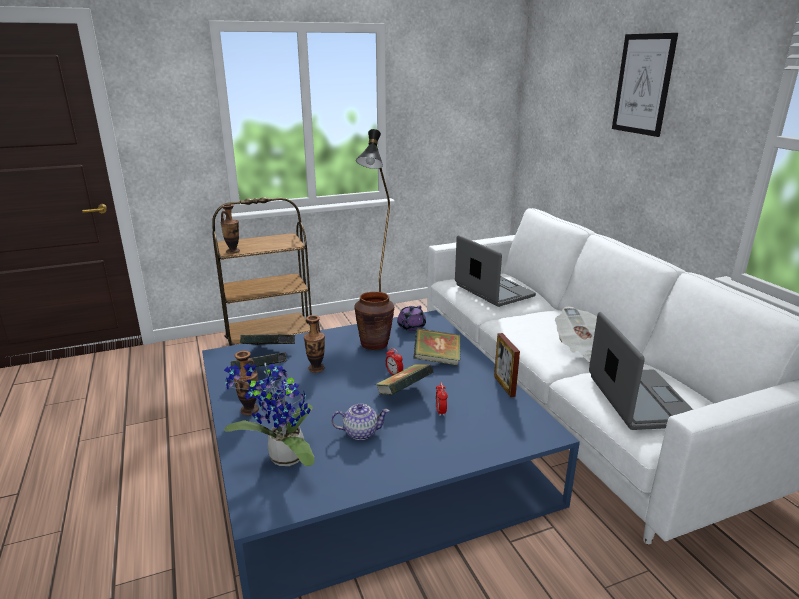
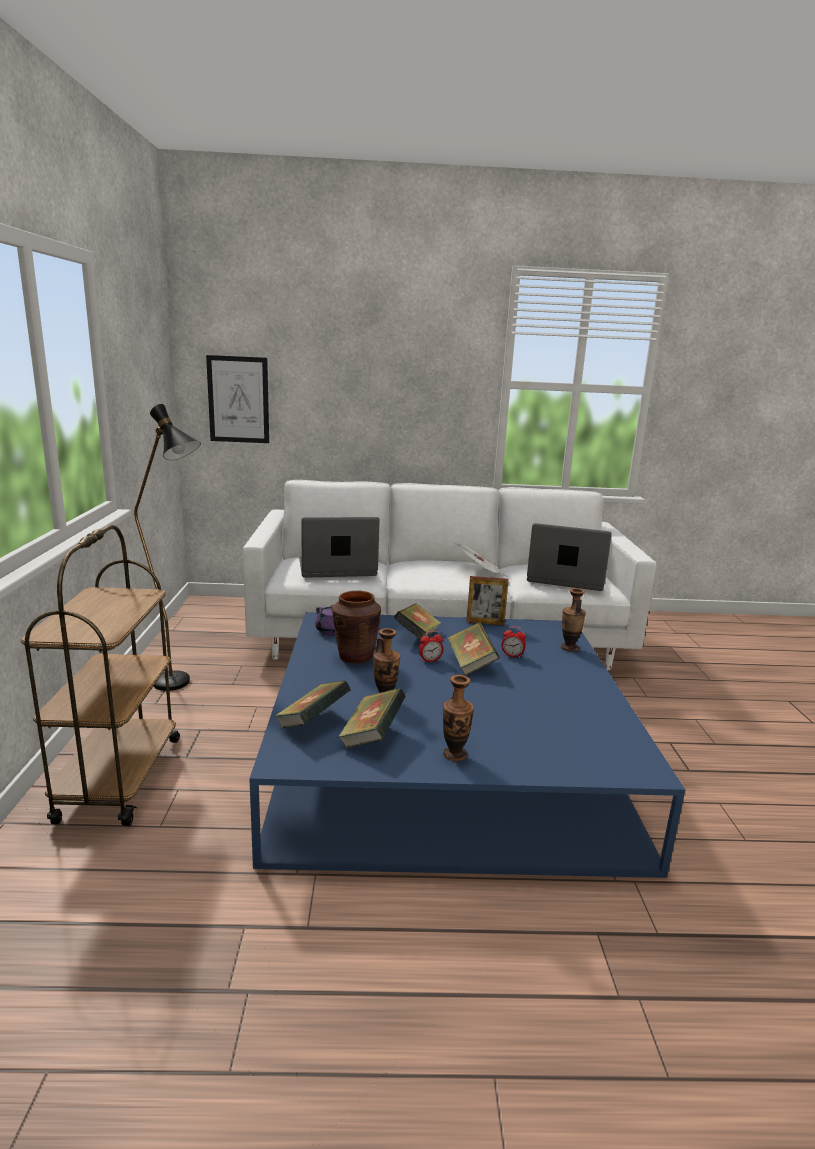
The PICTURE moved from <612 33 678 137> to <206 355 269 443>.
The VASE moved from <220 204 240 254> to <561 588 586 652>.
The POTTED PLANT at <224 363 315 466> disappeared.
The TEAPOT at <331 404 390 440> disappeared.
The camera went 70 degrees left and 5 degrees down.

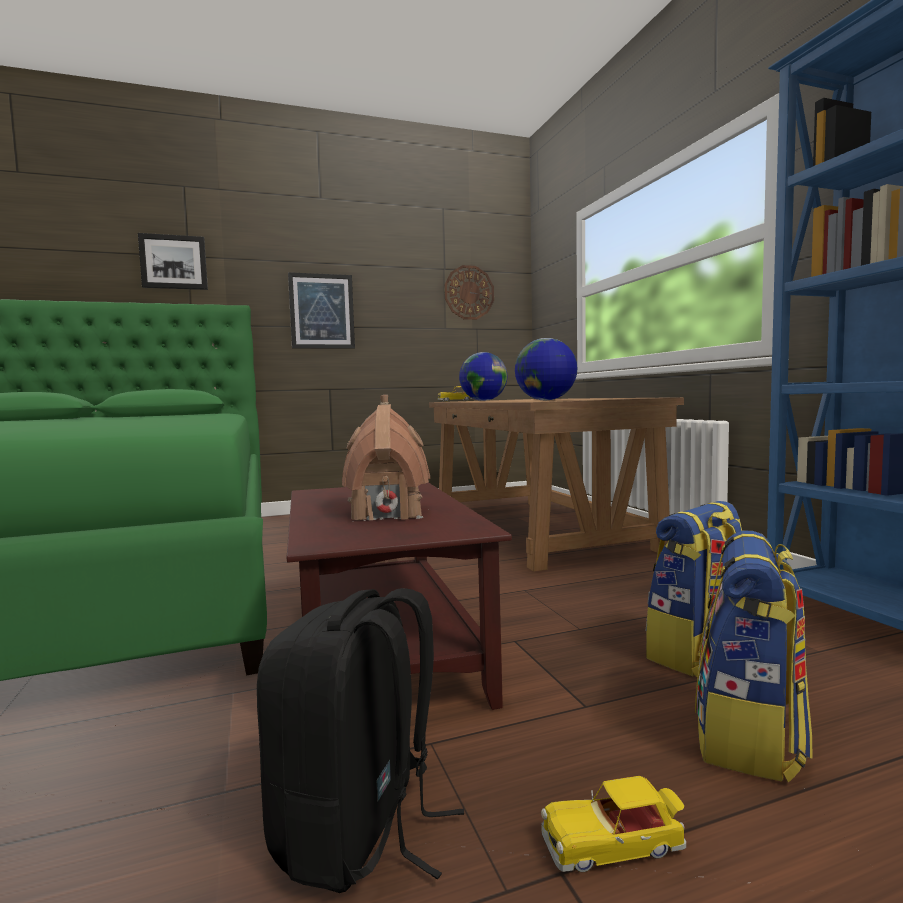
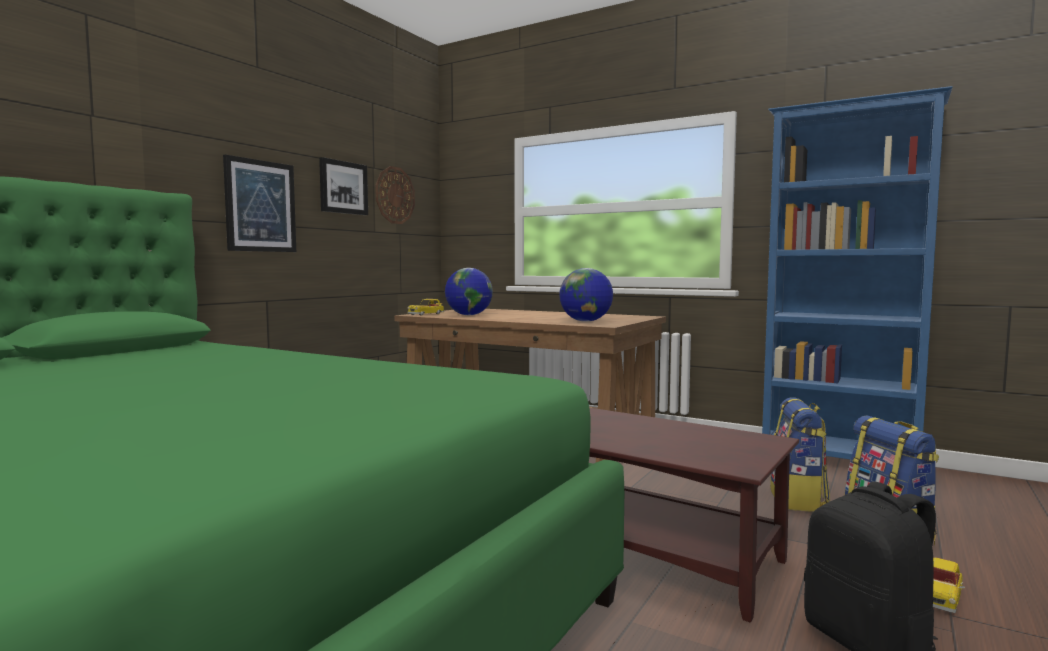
The PICTURE moved from <138 233 208 290> to <319 157 368 215>.
The TOY HOUSE at <342 395 430 521> disappeared.
The camera went 40 degrees left and 0 degrees up.

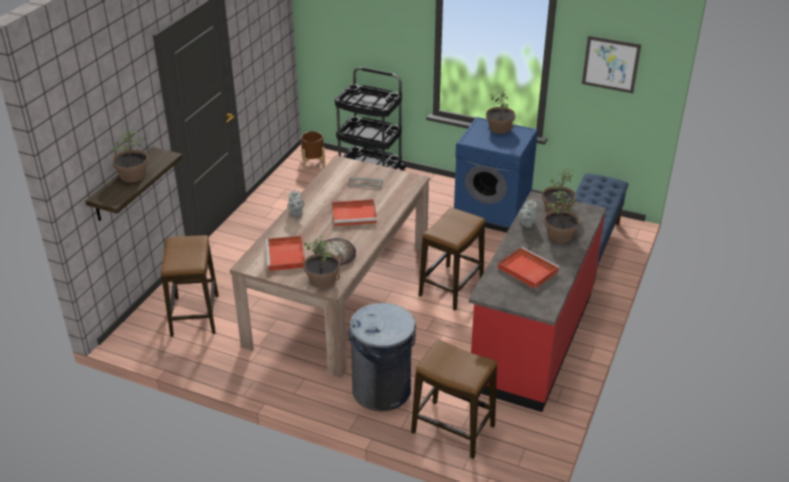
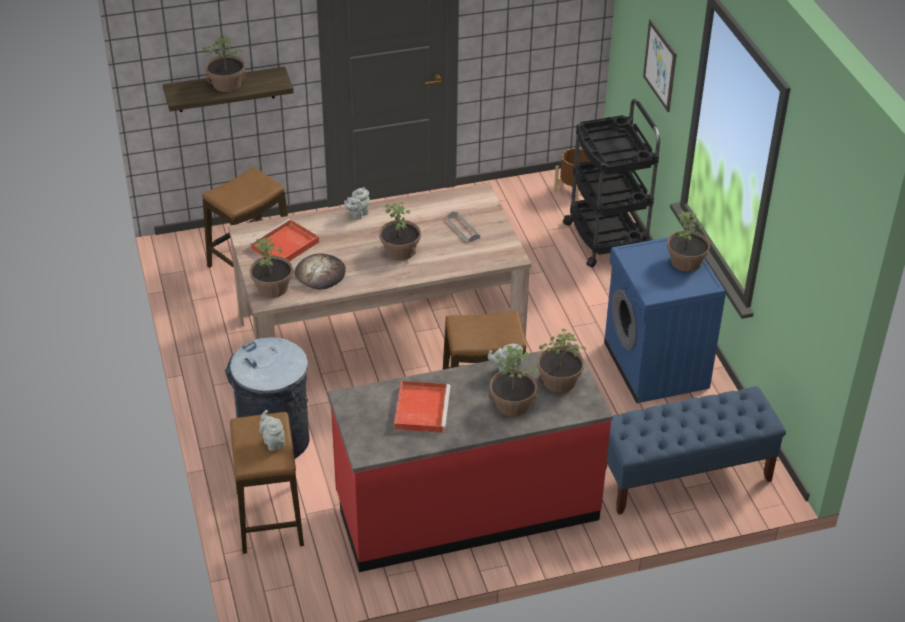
The GREY TEAPOT at <259 410 285 451> appeared.
The RED TRAY at <332 199 377 226> was replaced by the POTTED PLANT at <379 202 421 260>.
The PICTURE moved from <582 36 641 93> to <643 19 677 112>.
The camera went 50 degrees right and 5 degrees up.

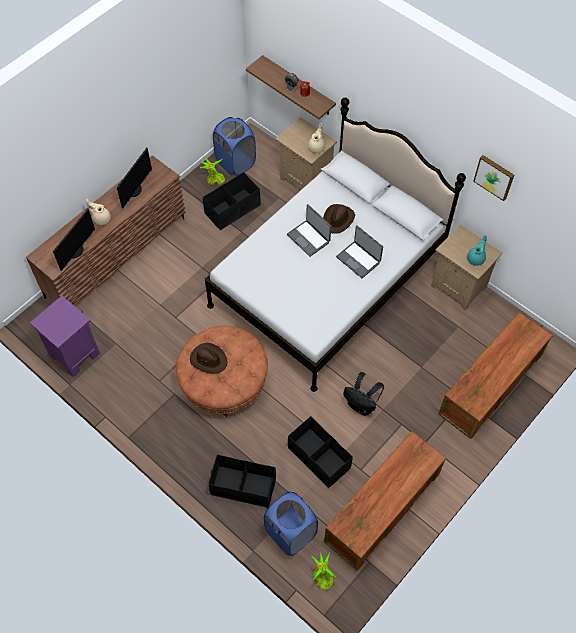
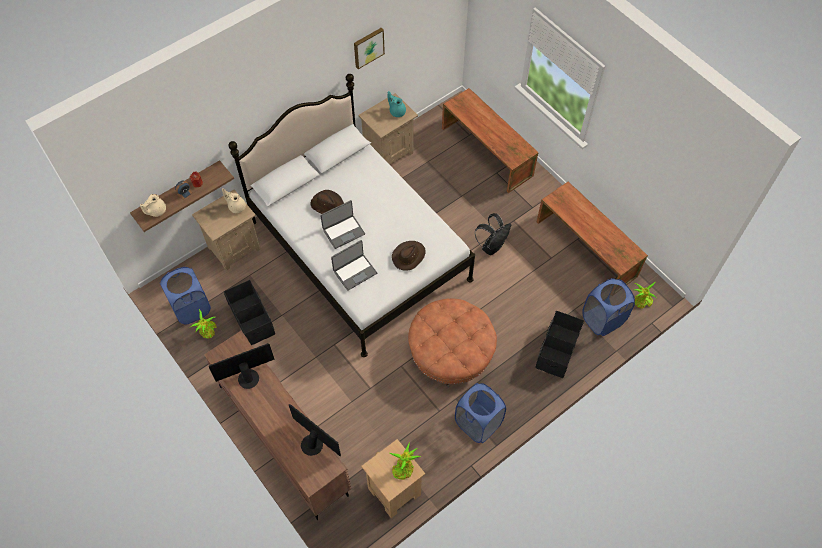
The BEIGE TEAPOT moved from <86 199 111 225> to <140 194 166 217>.
The MONITOR at <117 148 152 208> turned 60 degrees counterclockwise.
The LAPTOP moved from <336 226 383 278> to <331 240 377 291>.
The PURPLE NIGHTSTAND at <30 296 100 377> became the BEIGE NIGHTSTAND at <361 439 425 518>.
The POTTED PLANT at <389 442 421 480> appeared.
The BROWN HAT moved from <190 343 228 374> to <392 241 426 271>.
The BLUE LAUNDRY BASKET at <455 383 506 443> appeared.
The BLACK STORAGE BOX at <288 416 353 488> disappeared.
The camera went 80 degrees left and 0 degrees up.

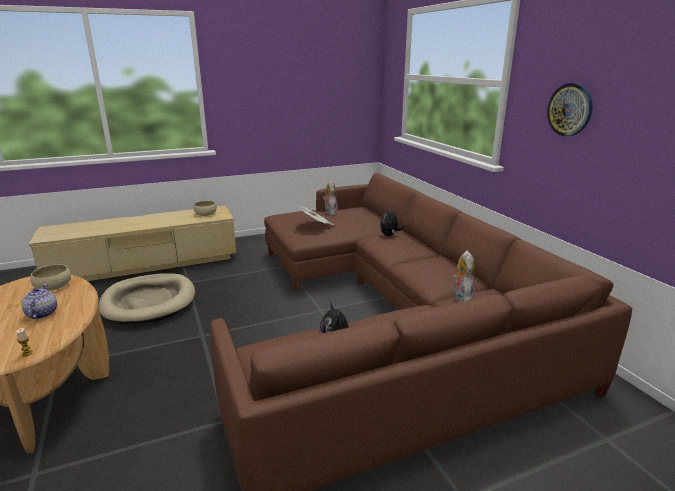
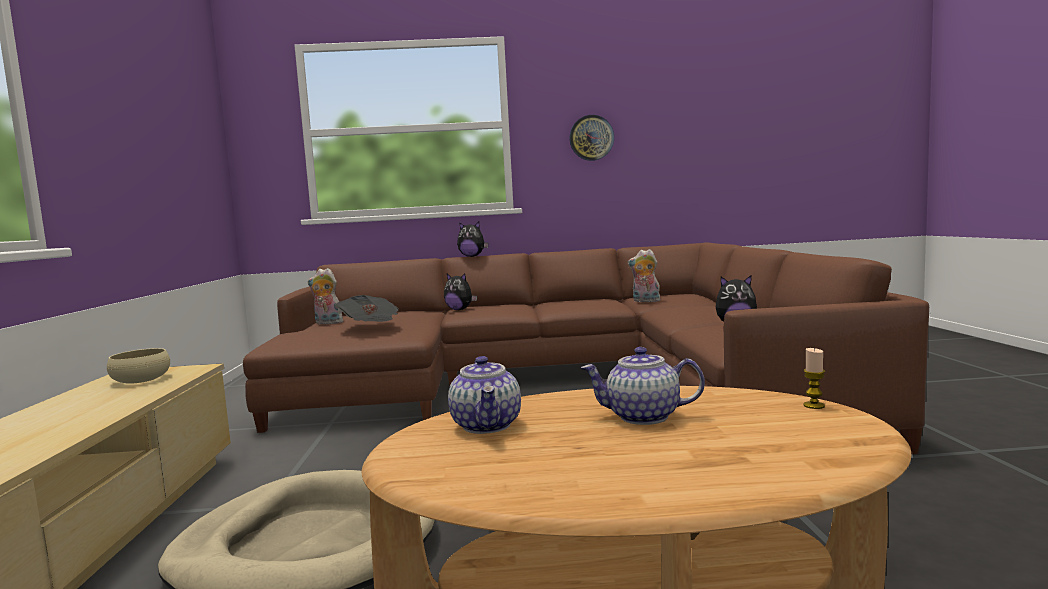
The BEIGE BOWL at <31 264 71 291> was replaced by the TEAPOT at <448 356 521 434>.
The PLUSH TOY at <457 222 489 257> appeared.
The camera went 70 degrees left and 15 degrees down.

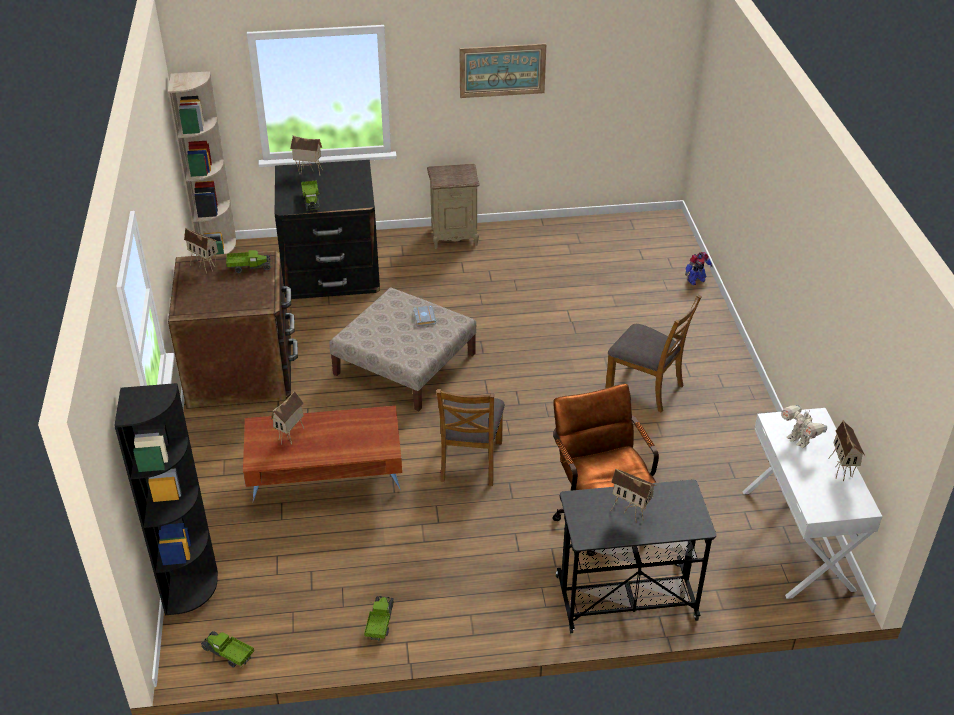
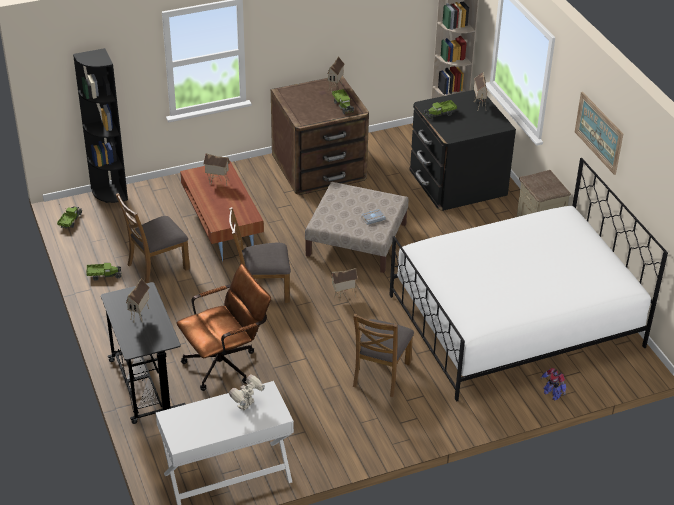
The BROWN CHAIR at <116 193 190 283> appeared.
The TOY HOUSE moved from <828 420 865 481> to <331 268 358 301>.
The WHITE BED at <390 158 668 402> appeared.
The camera went 75 degrees right and 0 degrees up.

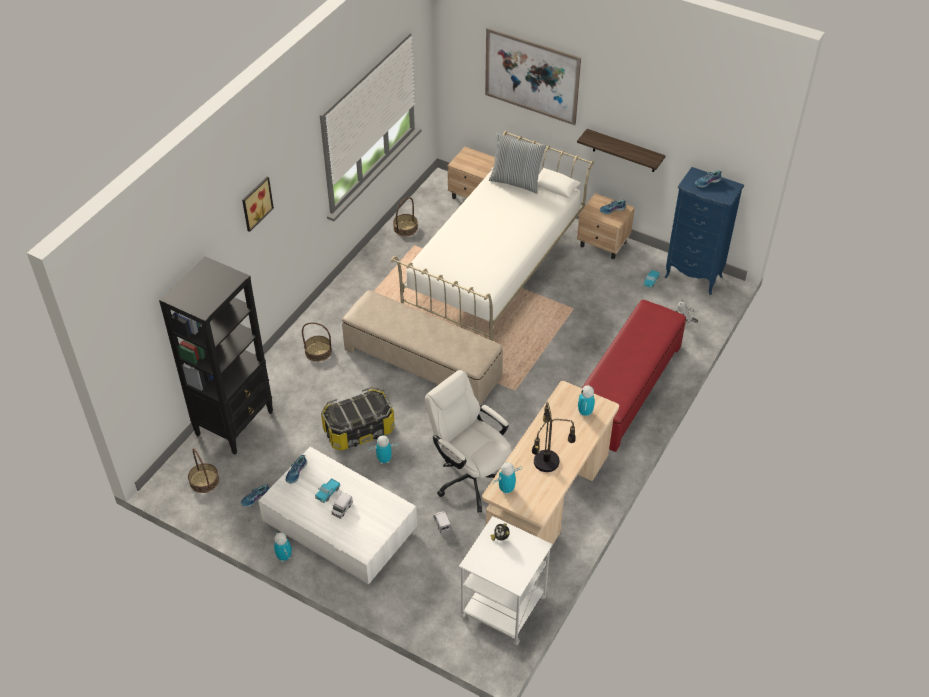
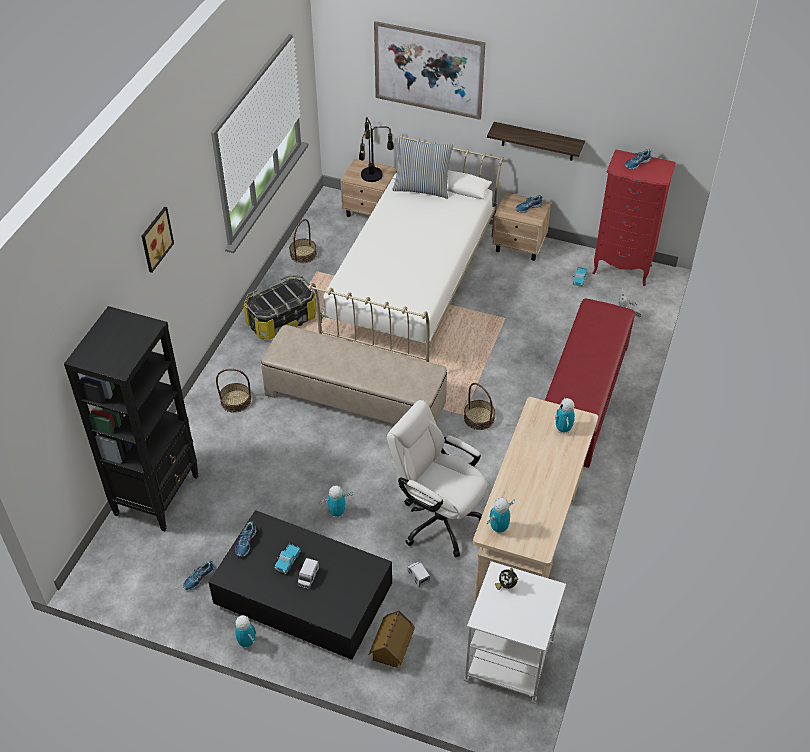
The WHITE COFFEE TABLE at <258 447 417 585> became the BLACK COFFEE TABLE at <208 510 392 660>.
The STORAGE BOX moved from <321 387 395 451> to <243 275 317 340>.
The TABLE LAMP moved from <532 402 576 472> to <359 117 394 182>.
The TOY HOUSE at <369 611 415 668> appeared.
The BASKET moved from <188 448 219 493> to <464 383 495 430>.
The BLUE DRESSER at <664 167 744 295> became the RED DRESSER at <592 150 676 286>.
The camera went 10 degrees left and 0 degrees up.

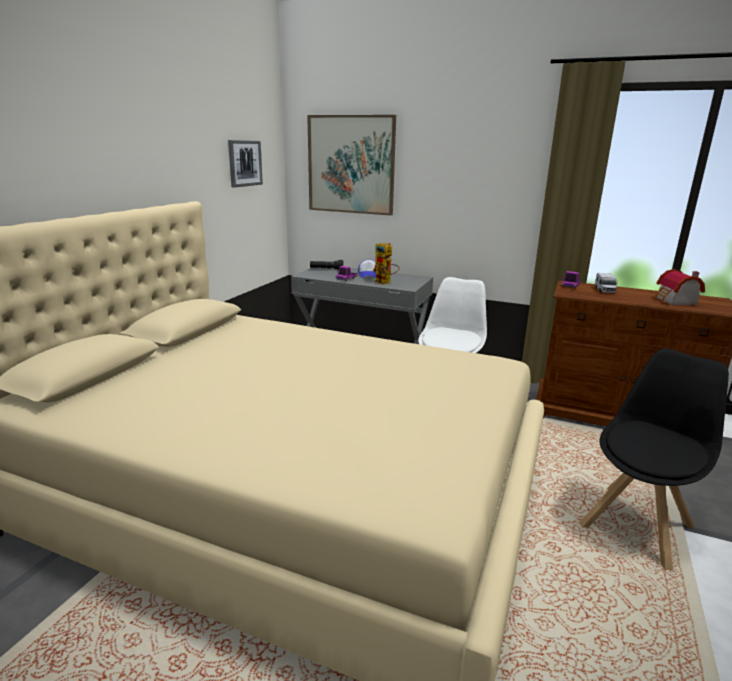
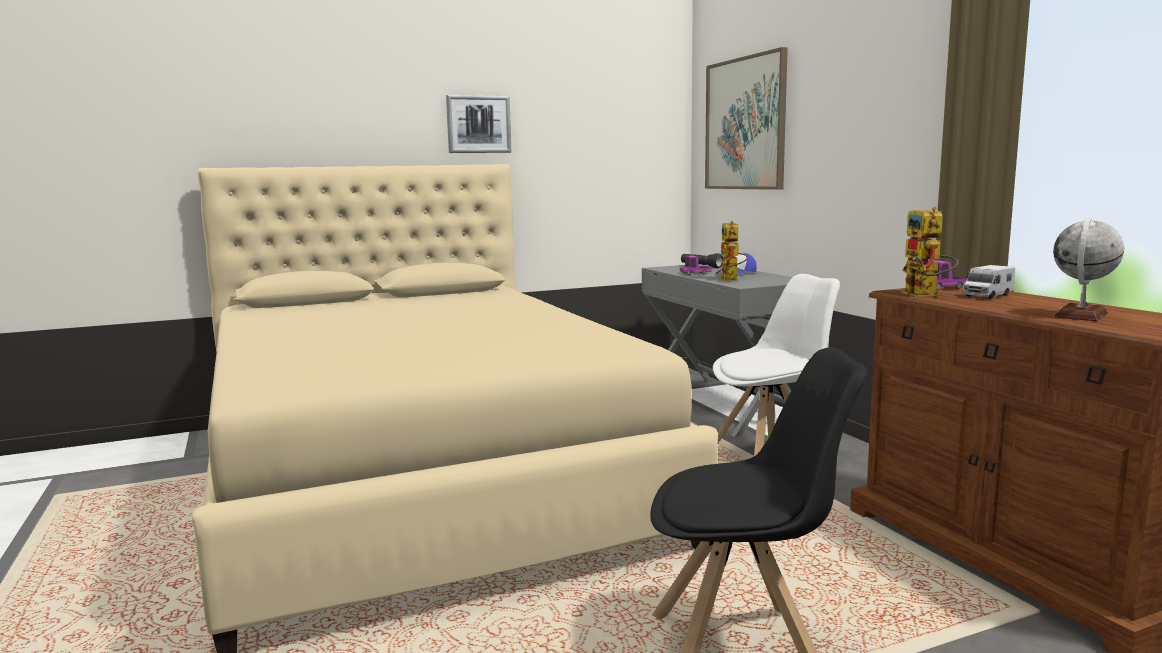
The PICTURE moved from <228 140 263 187> to <446 95 511 153>.
The TOY ROBOT at <901 206 959 297> appeared.
The TOY HOUSE at <653 269 705 305> was replaced by the GLOBE at <1053 217 1124 321>.
The camera went 45 degrees right and 10 degrees down.

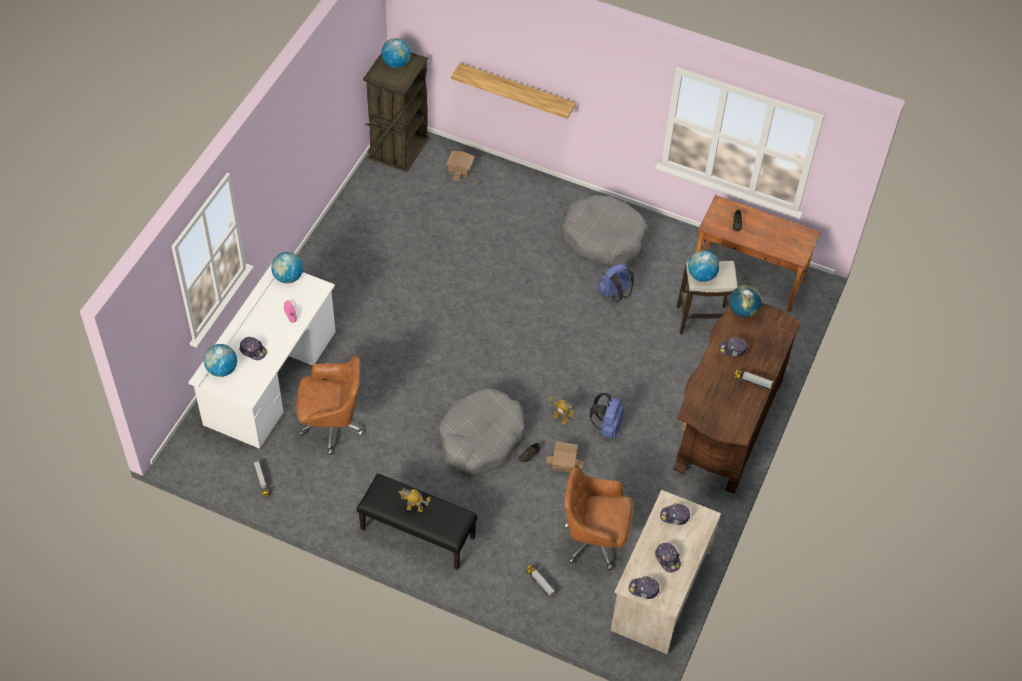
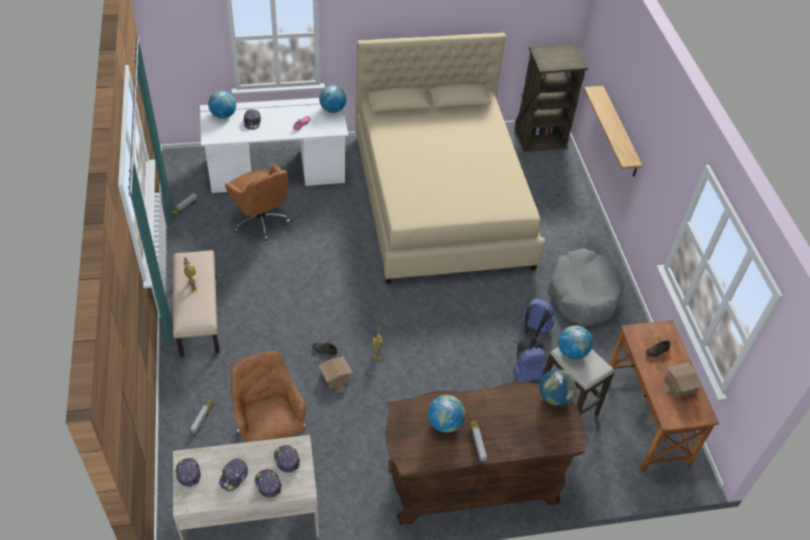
The BLACK BENCH at <357 474 478 570> became the BEIGE BENCH at <173 250 220 357>.
The CAP moved from <719 337 747 357> to <255 469 282 498>.
The BEIGE BED at <355 32 545 284> appeared.
The GLOBE moved from <381 38 411 68> to <428 395 465 433>.
The BLUE BACKPACK moved from <590 393 624 438> to <513 338 546 382>.
The TOY HOUSE moved from <446 151 475 181> to <661 363 703 398>.
The GREY DOG BED at <439 388 525 475> disappeared.
The camera went 55 degrees right and 5 degrees down.

